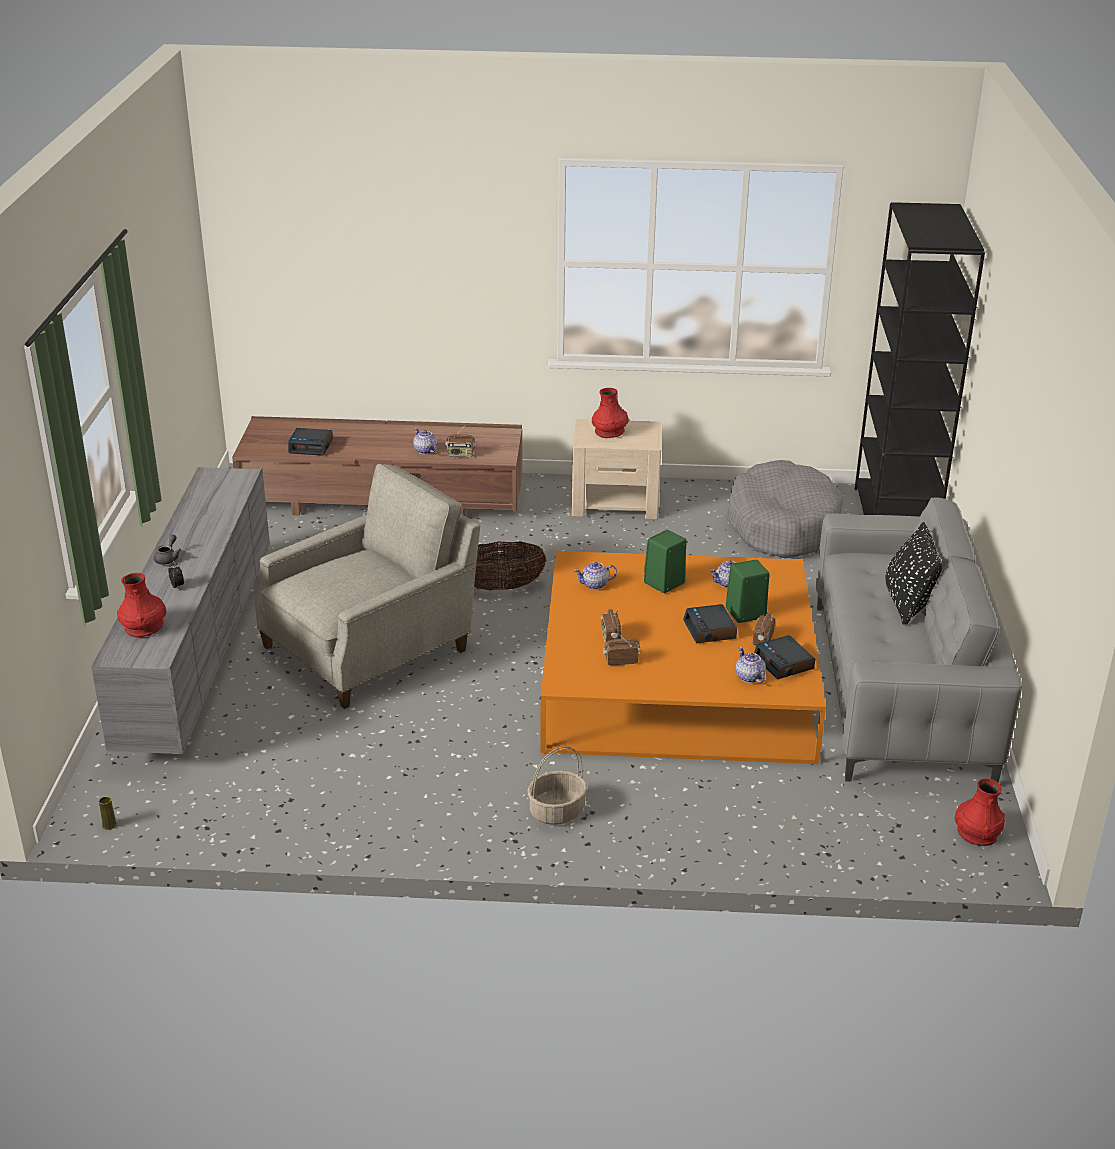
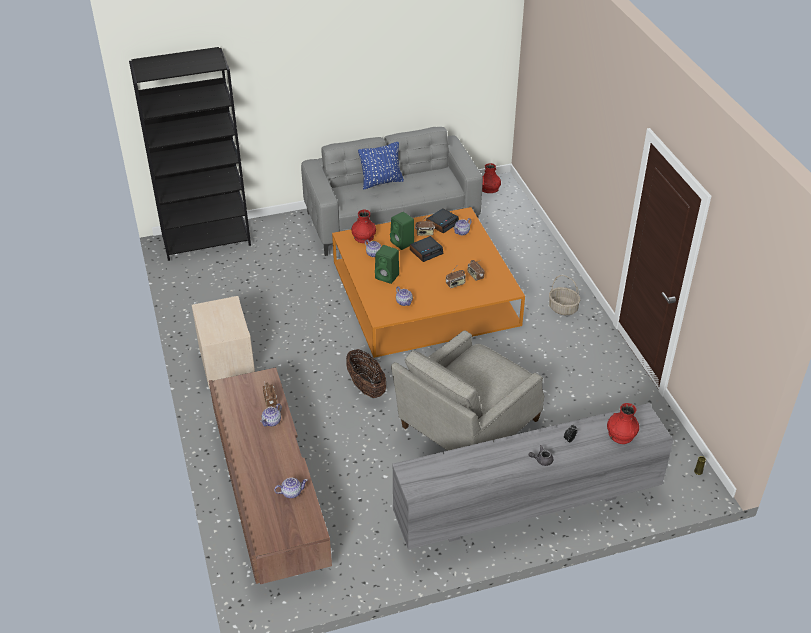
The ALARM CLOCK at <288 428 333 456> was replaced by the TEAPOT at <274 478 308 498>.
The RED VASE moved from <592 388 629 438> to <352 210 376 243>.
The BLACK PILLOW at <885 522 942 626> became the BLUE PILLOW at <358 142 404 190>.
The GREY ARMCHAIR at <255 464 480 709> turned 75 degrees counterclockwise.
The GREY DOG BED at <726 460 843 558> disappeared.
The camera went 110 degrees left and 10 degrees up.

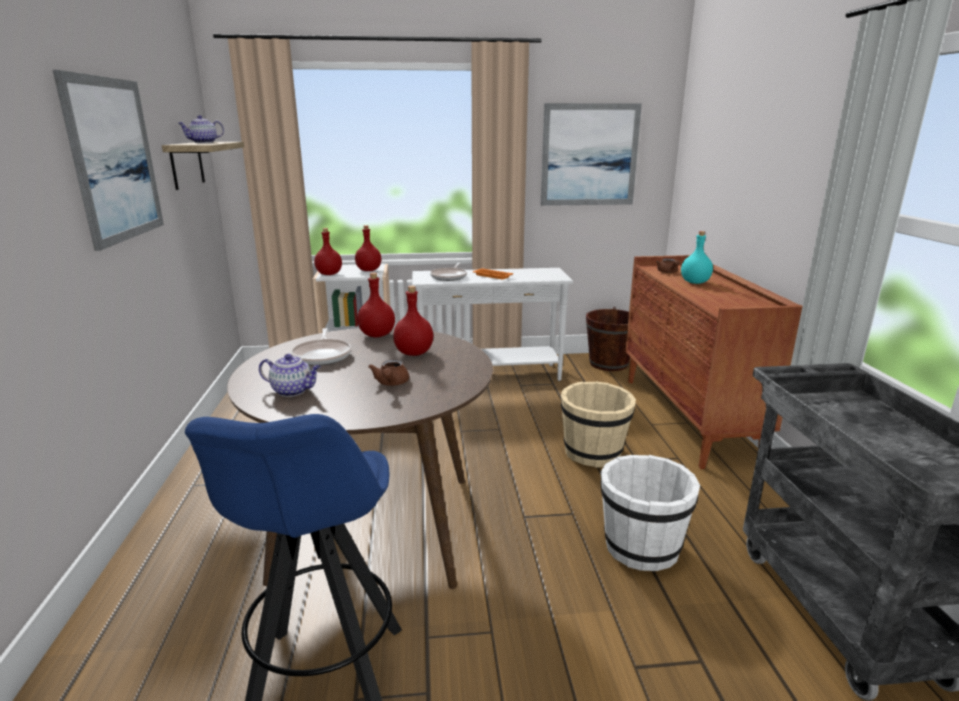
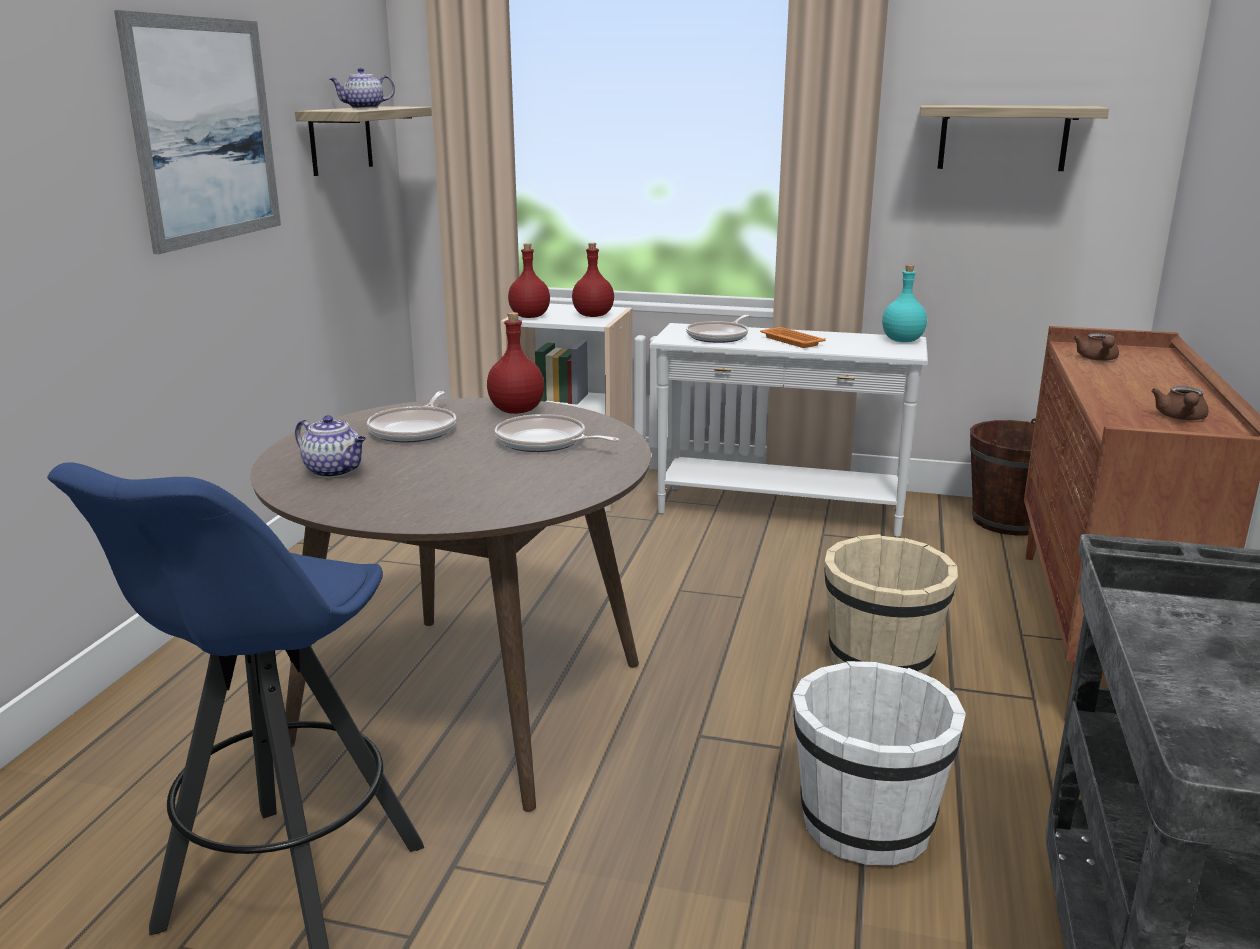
The RED BOTTLE at <393 286 433 356> was replaced by the FRYING PAN at <495 414 619 452>.
The TURQUOISE BOTTLE moved from <681 231 713 284> to <882 265 927 342>.
The PICTURE at <541 103 642 206> was replaced by the SHELF at <919 105 1109 171>.
The BROWN TEAPOT moved from <368 360 409 386> to <1151 386 1209 420>.
The camera went 20 degrees right and 0 degrees up.

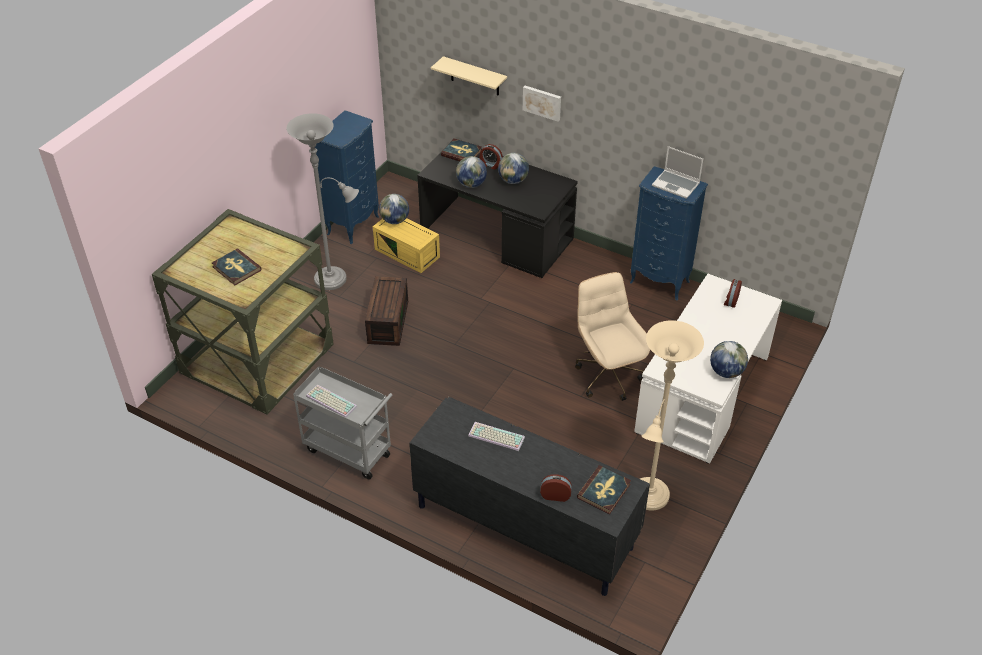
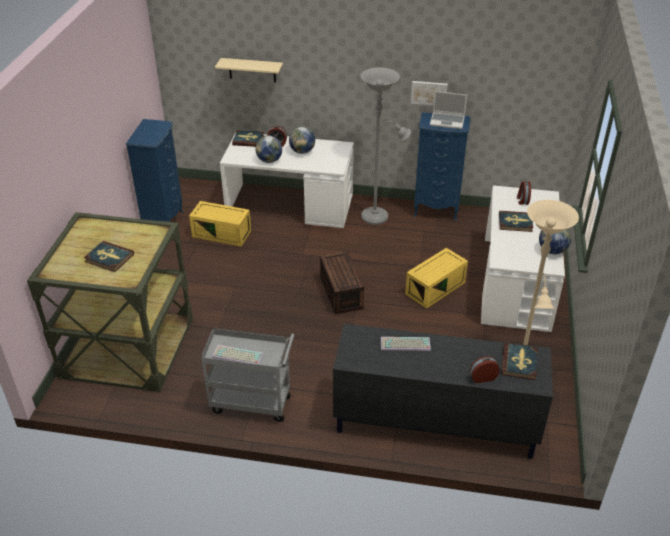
The BLACK DESK at <417 148 578 278> became the WHITE DESK at <220 133 354 228>.
The BROWN STORAGE BOX moved from <365 276 408 346> to <320 251 364 314>.
The GREY FLOOR LAMP moved from <286 113 359 290> to <360 67 411 225>.
The BEIGE OFFICE CHAIR at <575 272 650 401> was replaced by the YELLOW STORAGE BOX at <405 248 468 309>.
The PICTURE moved from <523 86 561 122> to <411 81 448 106>.
The BOOK at <499 211 533 232> appeared.
The GLOBE at <379 194 409 224> disappeared.
The camera went 20 degrees left and 5 degrees down.

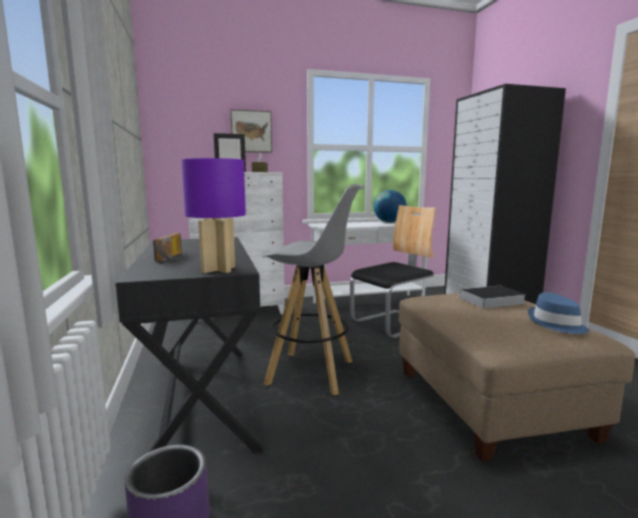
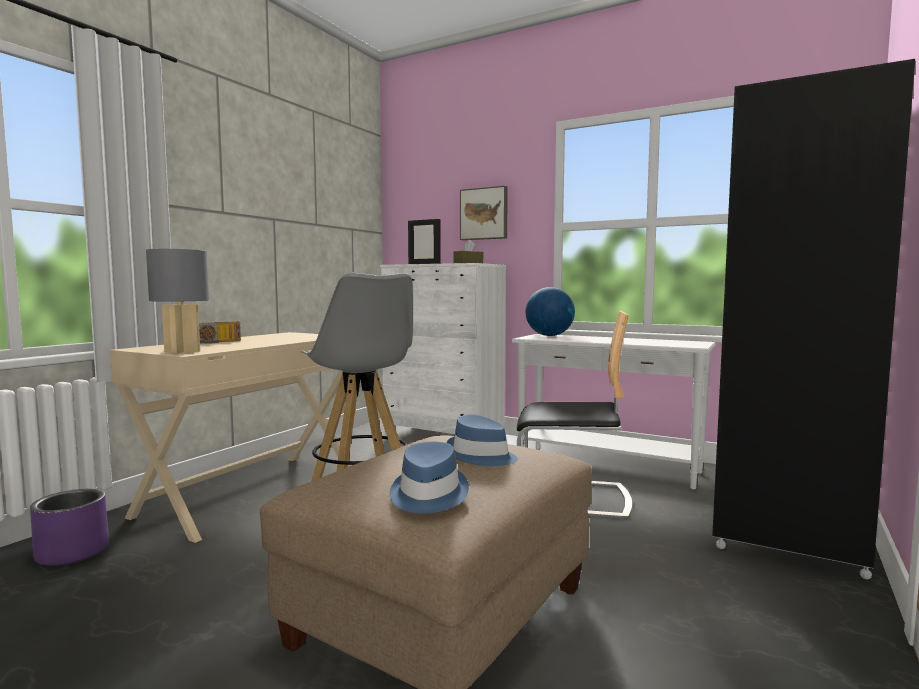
The BLACK DESK at <116 237 264 453> became the BEIGE DESK at <110 332 352 543>.
The PURPLE TABLE LAMP at <181 158 246 273> became the GREY TABLE LAMP at <146 249 209 354>.
The BOOK at <455 286 527 308> was replaced by the BLUE HAT at <447 414 518 466>.
The GLOBE moved from <374 190 407 223> to <525 287 575 336>.
The camera went 45 degrees right and 5 degrees down.

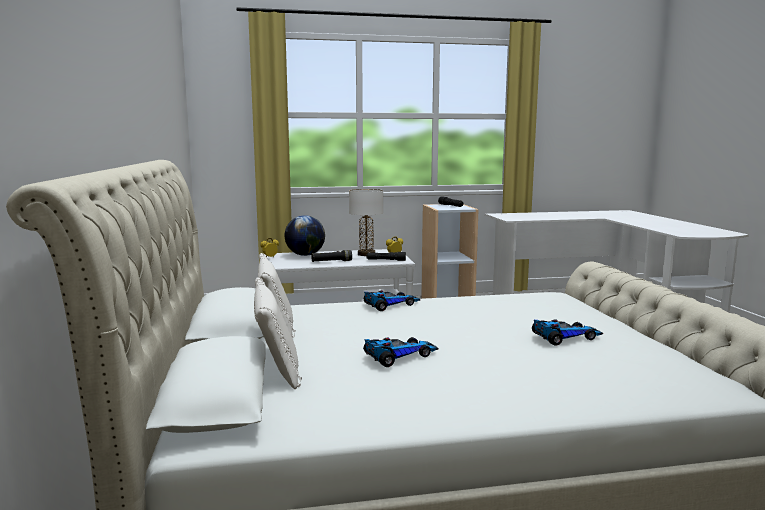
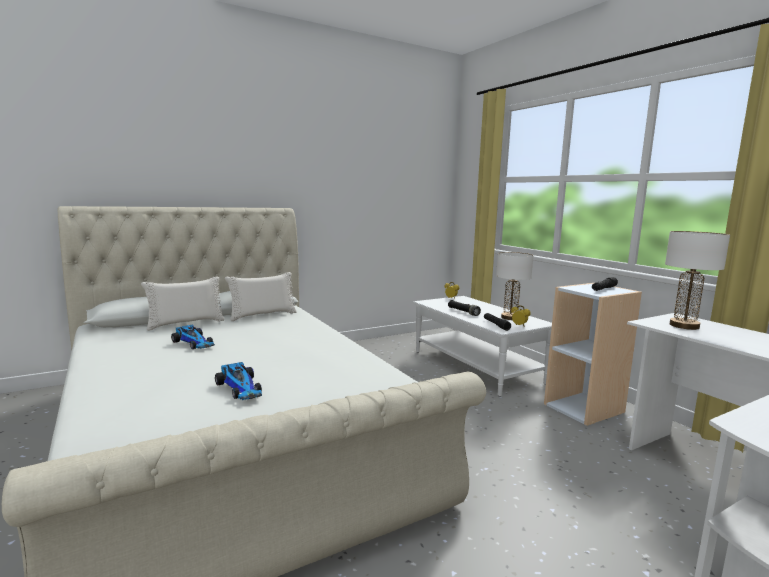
The TABLE LAMP at <665 231 730 330> appeared.
The GLOBE at <285 215 325 256> disappeared.
The TOY CAR at <364 290 420 311> disappeared.
The camera went 70 degrees right and 0 degrees up.

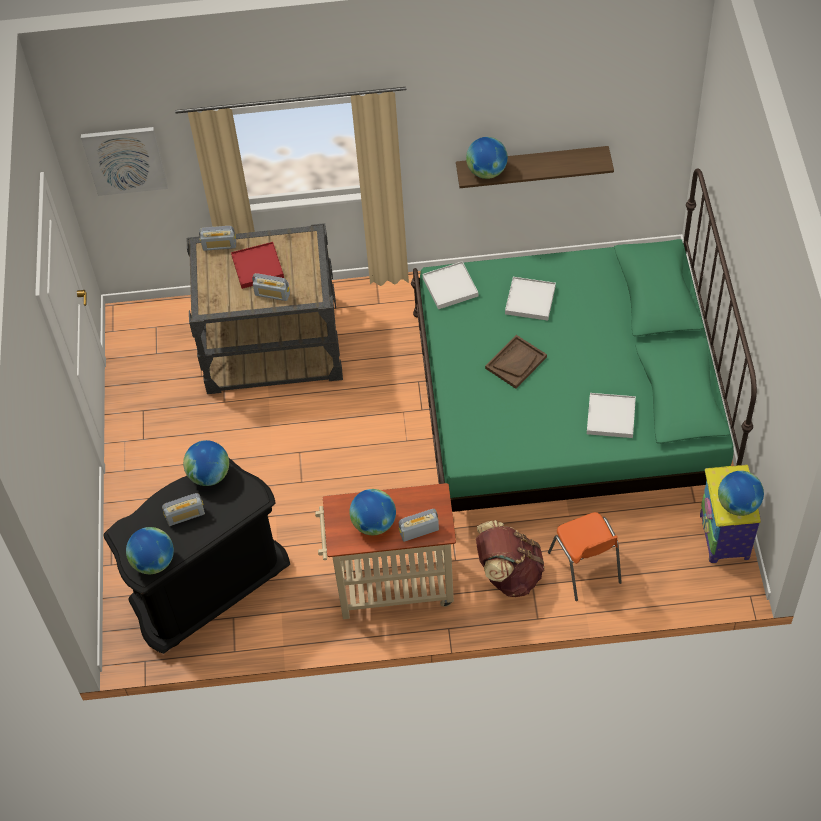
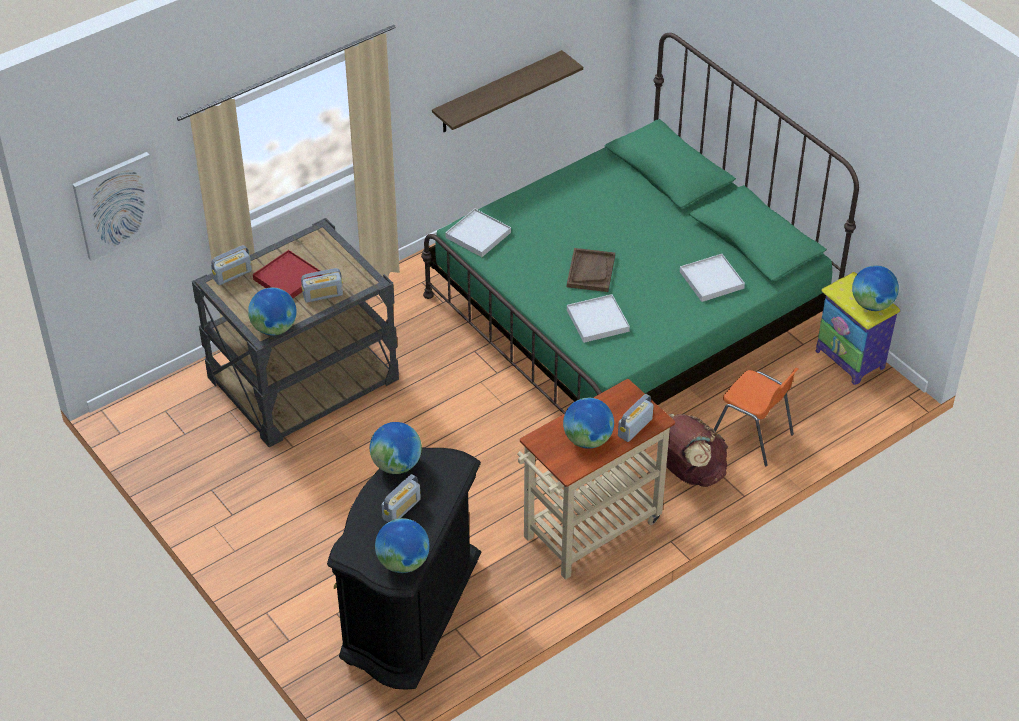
The GLOBE moved from <466 137 508 179> to <248 287 297 335>.
The WHITE TRAY moved from <505 277 556 321> to <567 294 630 343>.
The camera went 35 degrees left and 10 degrees down.

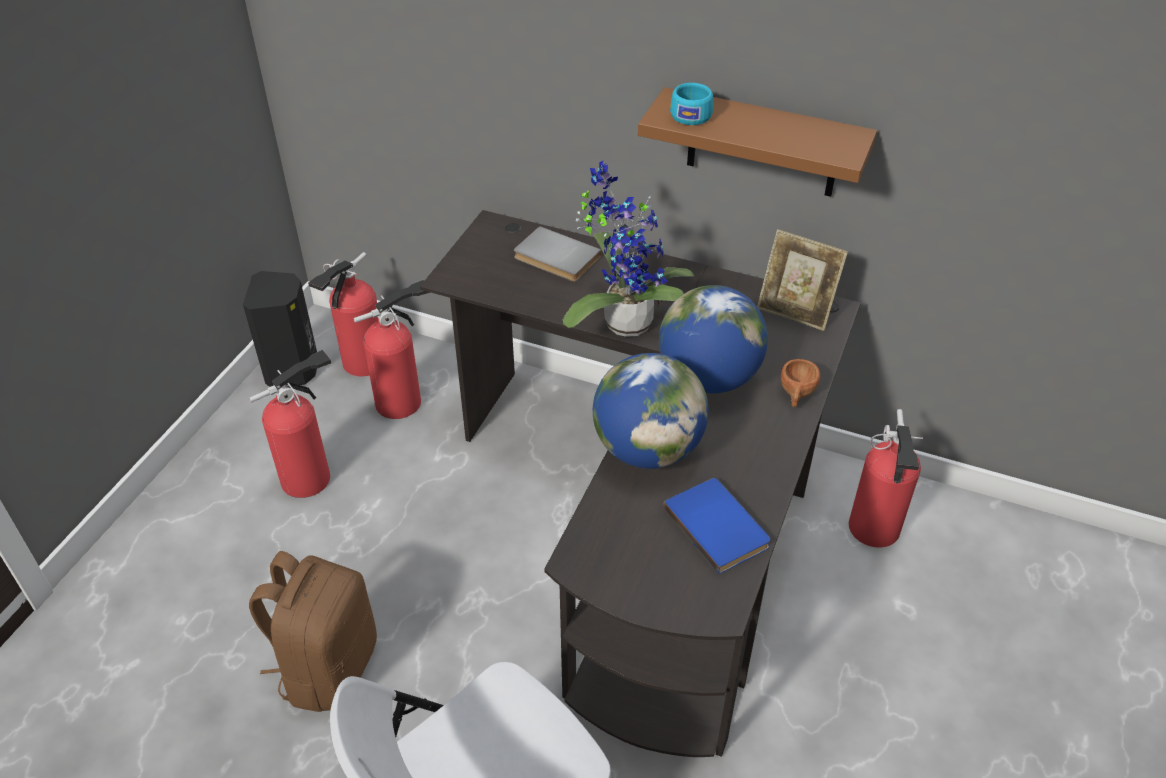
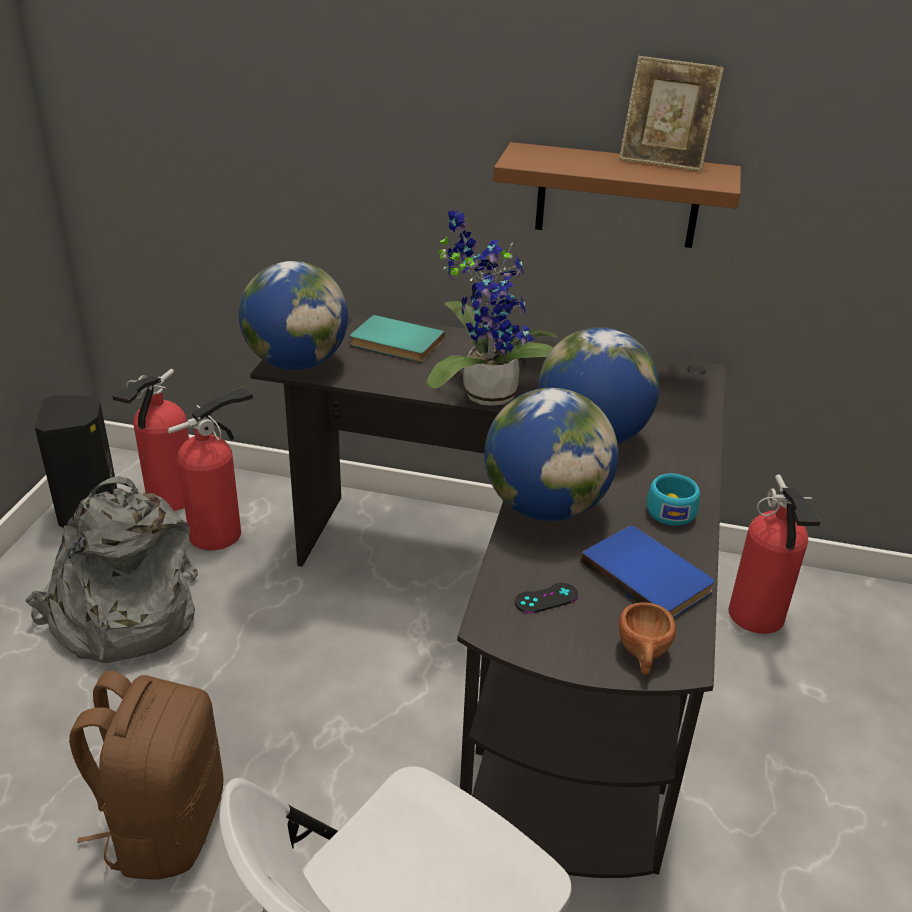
The FIRE EXTINGUISHER at <249 350 331 498> was replaced by the GREY BACKPACK at <26 476 198 663>.
The GLOBE at <239 261 348 370> appeared.
The GREY BOOK at <514 226 602 282> became the TURQUOISE BOOK at <350 315 445 362>.
The BLACK GAME CONTROLLER at <515 583 578 613> appeared.
The PICTURE FRAME moved from <757 229 848 331> to <619 56 724 172>.
The BROWN CUP moved from <781 359 820 407> to <619 602 676 675>.
The TURQUOISE CUP moved from <670 83 713 125> to <646 473 700 526>.
The camera went 10 degrees left and 10 degrees down.

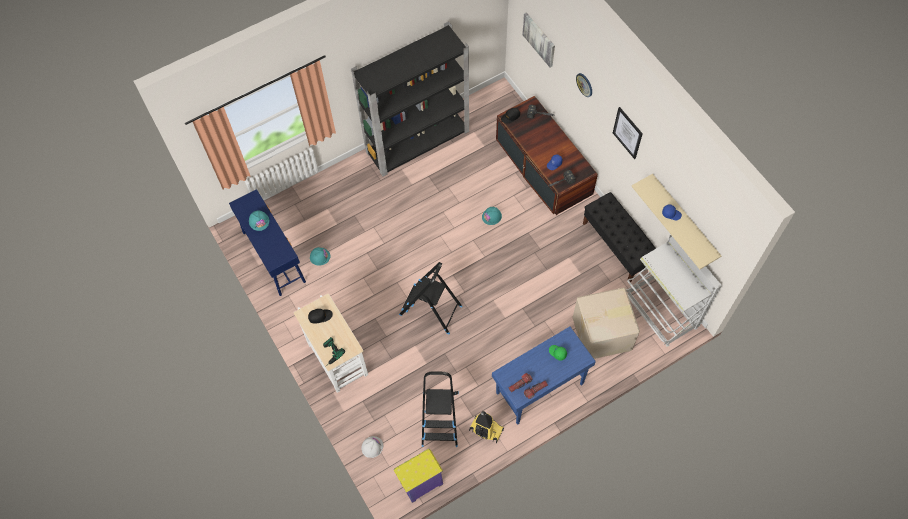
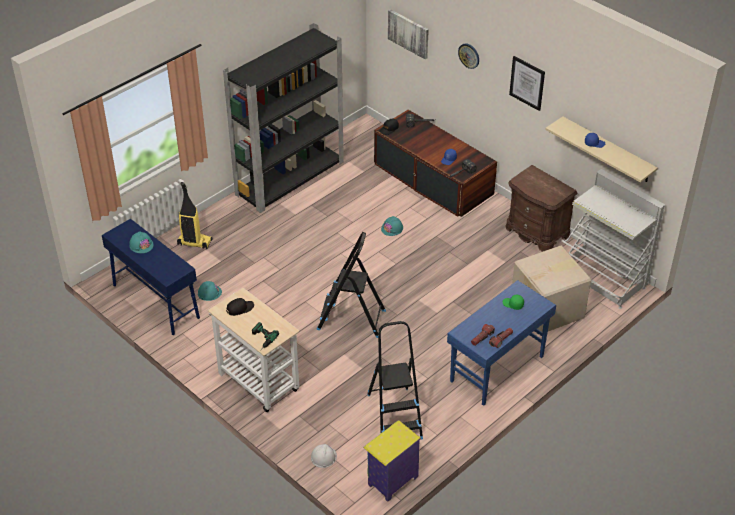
The VACUUM CLEANER moved from <469 411 504 443> to <177 182 212 250>.
The BLACK BENCH at <583 192 656 282> was replaced by the BROWN NIGHTSTAND at <505 165 578 252>.
The camera went 15 degrees left and 20 degrees down.

